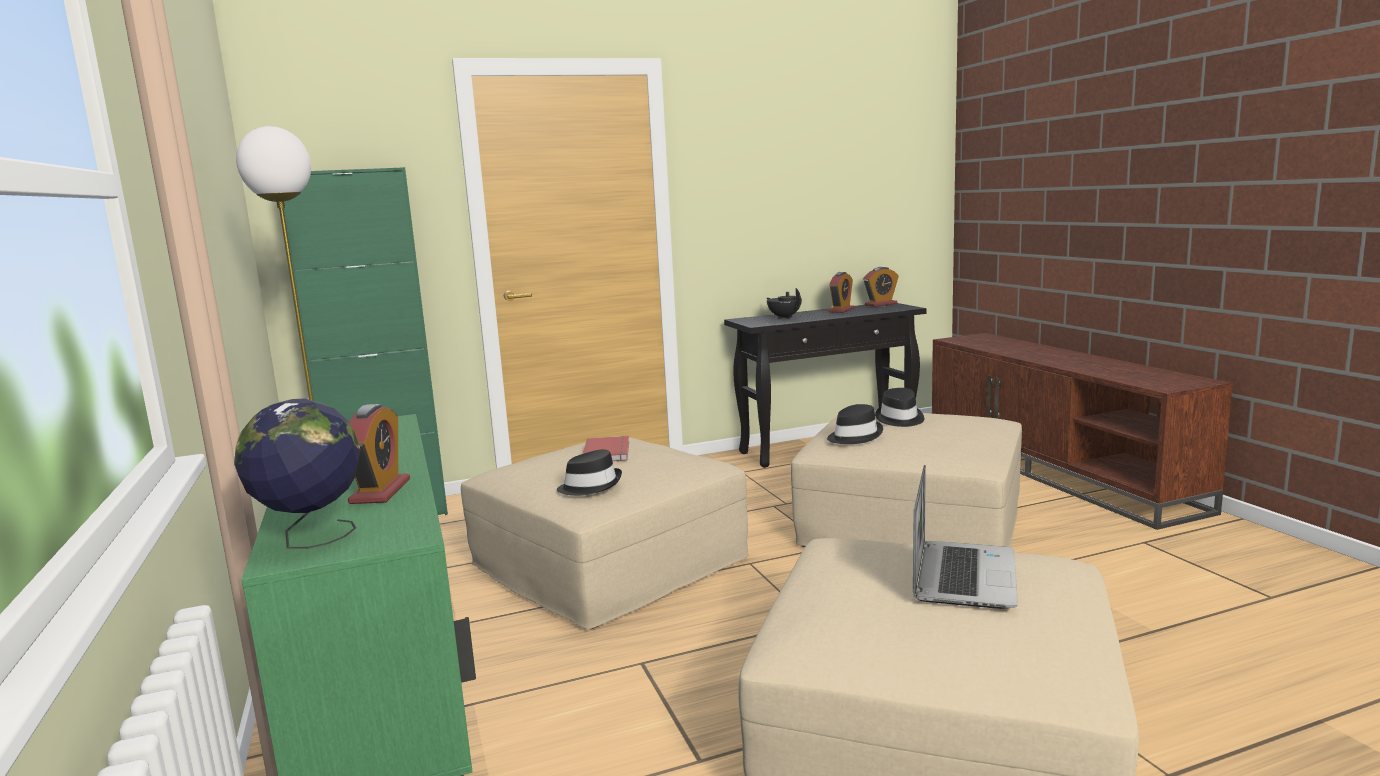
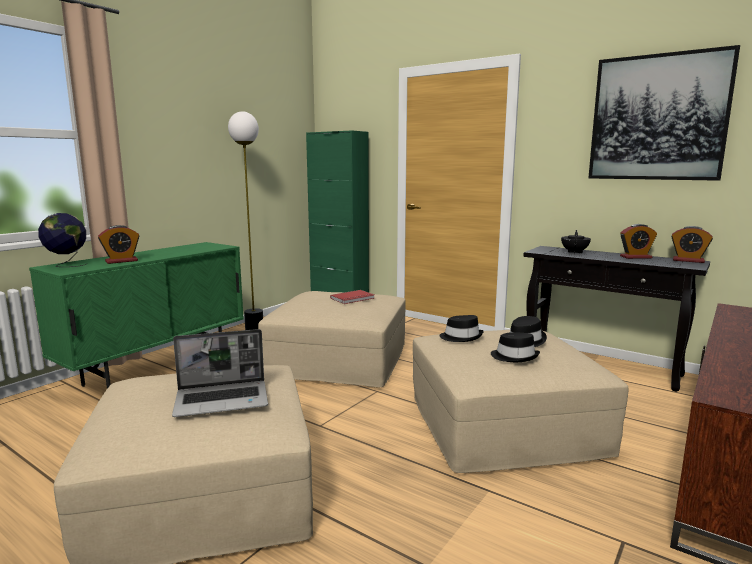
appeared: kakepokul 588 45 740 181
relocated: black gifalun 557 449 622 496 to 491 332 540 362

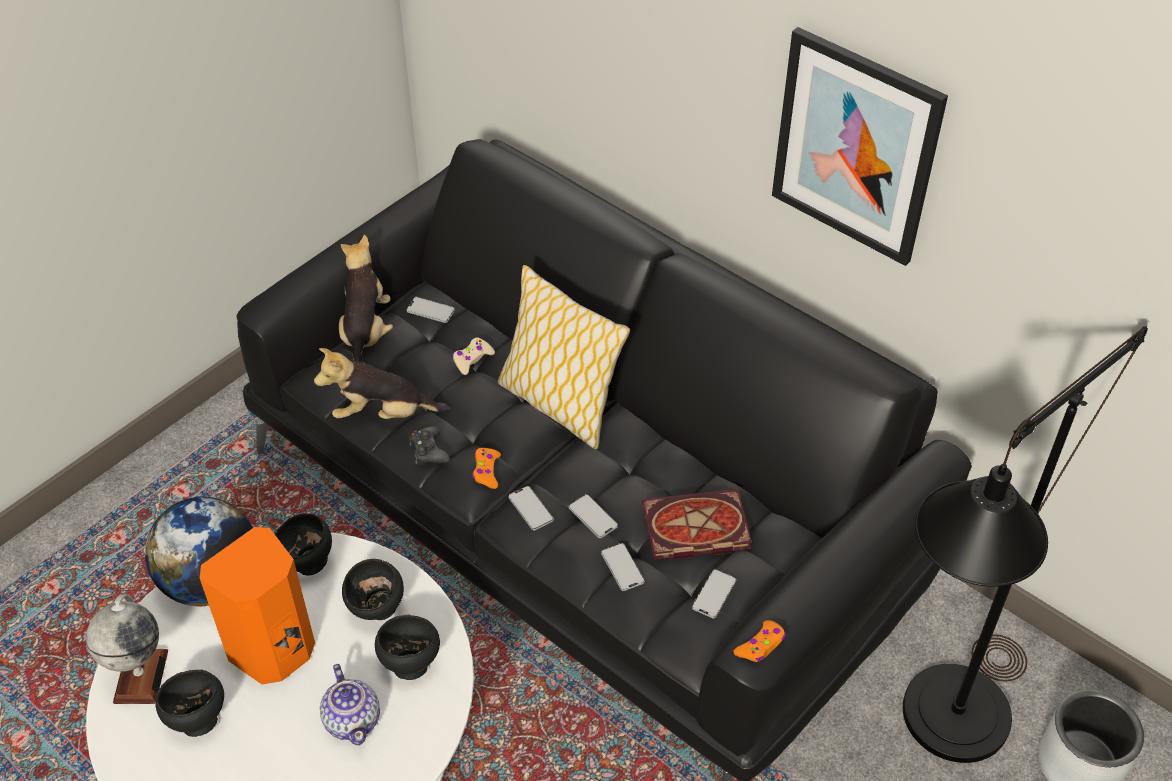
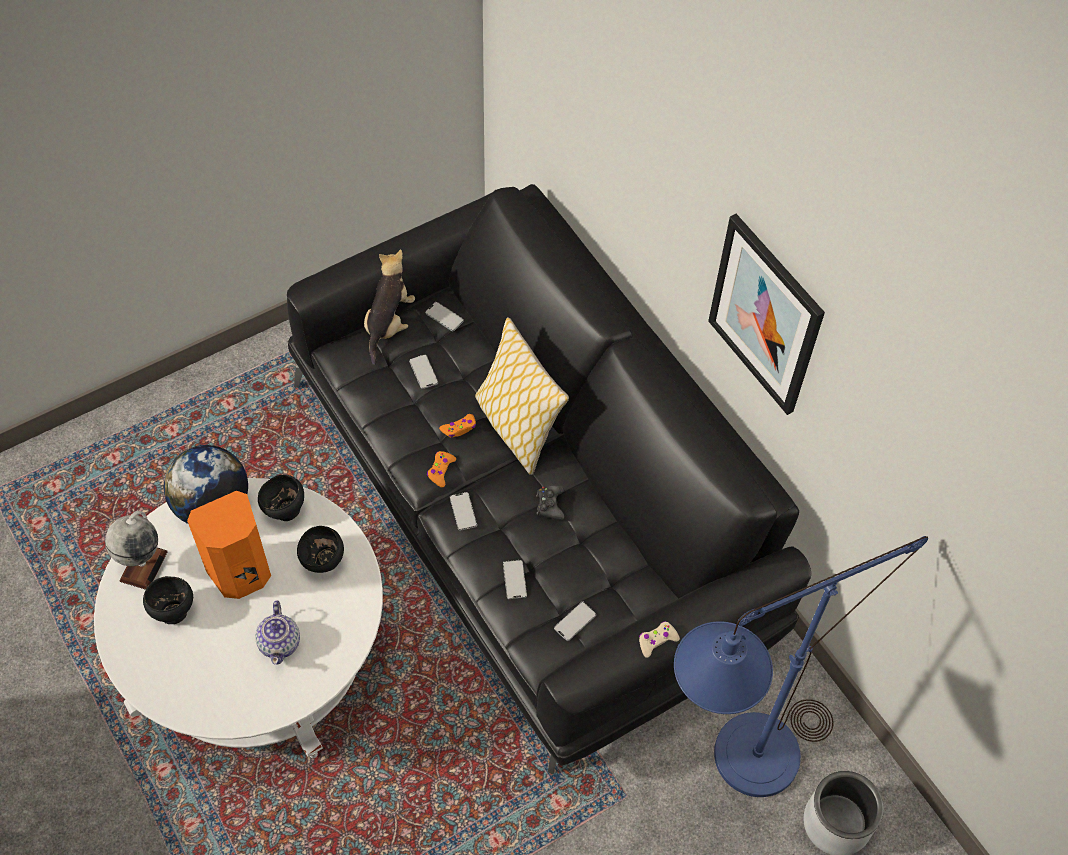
missing: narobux 314 348 450 419; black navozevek 375 615 440 680; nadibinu 642 489 752 560
relocated: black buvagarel 409 426 450 465 to 536 485 564 520; beige buvagarel 452 337 495 375 to 639 621 680 658; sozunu 569 494 618 538 to 409 354 438 389; orange buvagarel 733 620 786 662 to 439 414 476 438
colour: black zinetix 903 326 1148 763 to blue zinetix 674 536 928 797

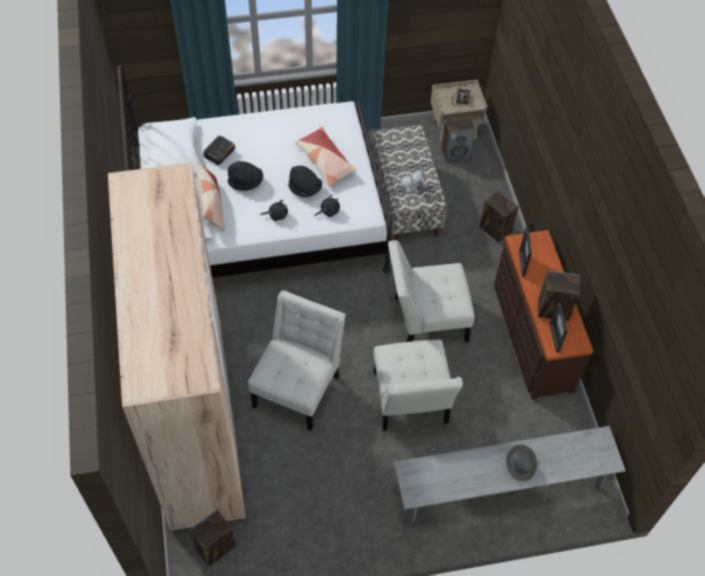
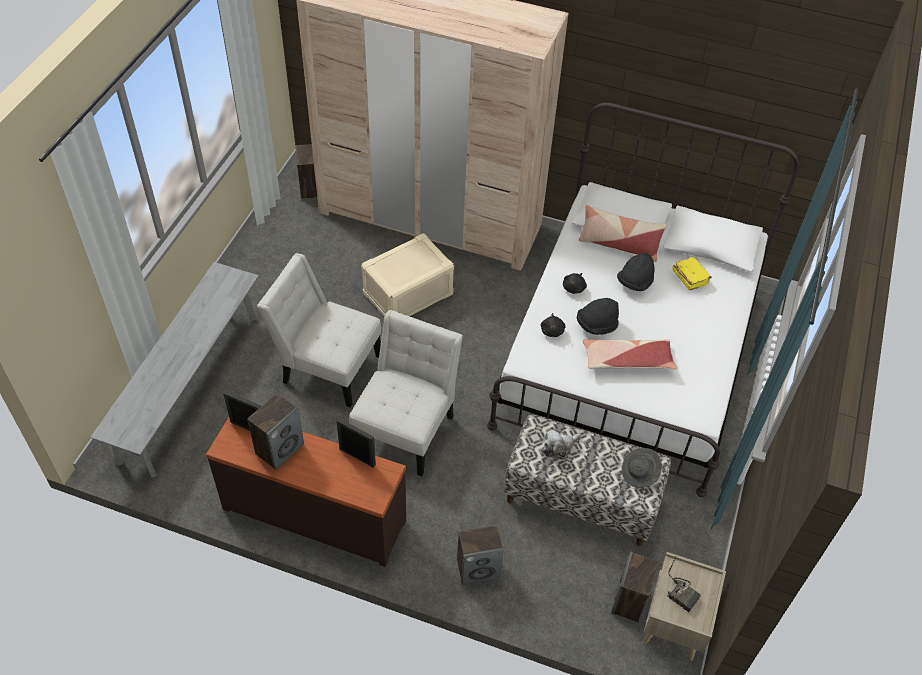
relocated: grey gifalun 506 445 537 481 to 622 448 662 488
exchanged: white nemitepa 248 290 346 431 to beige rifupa 361 233 454 316
colour: black nadibinu 203 135 235 165 to yellow nadibinu 672 257 712 290

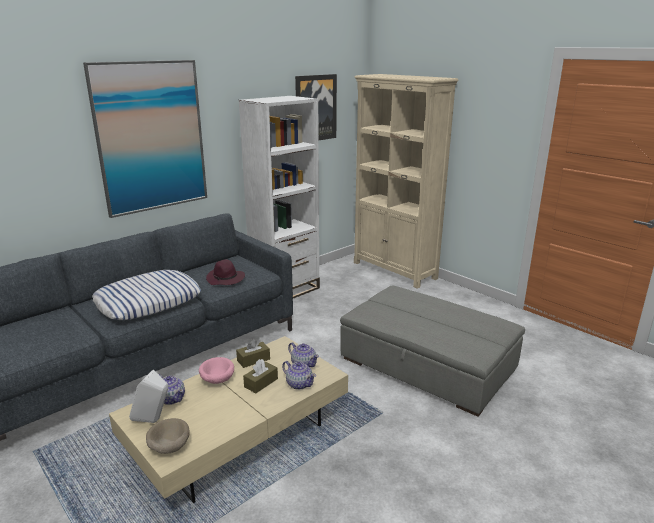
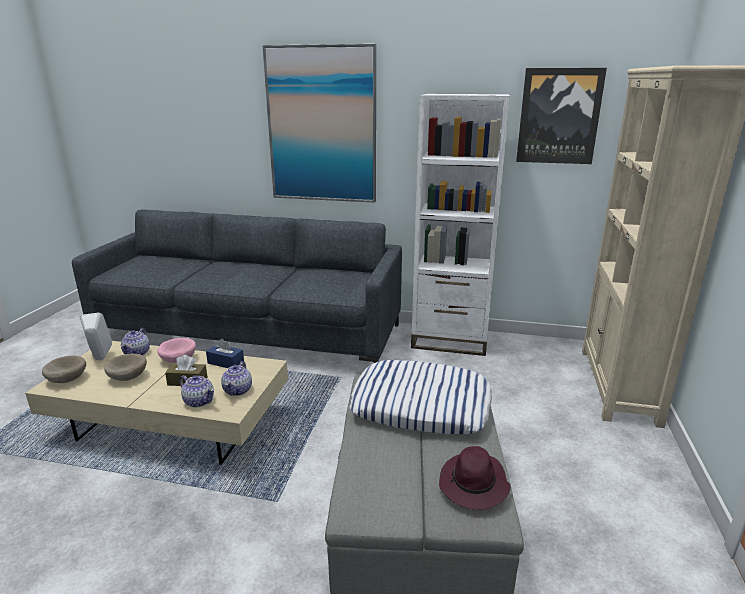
appeared: beige navozevek 104 354 147 381
relocated: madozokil 92 270 201 320 to 350 360 492 434; purple gifalun 206 259 245 285 to 439 446 511 510
colour: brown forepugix 236 339 270 368 to blue forepugix 206 339 244 368
spun: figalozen 282 361 316 390 = 180 375 214 407 60 degrees counterclockwise

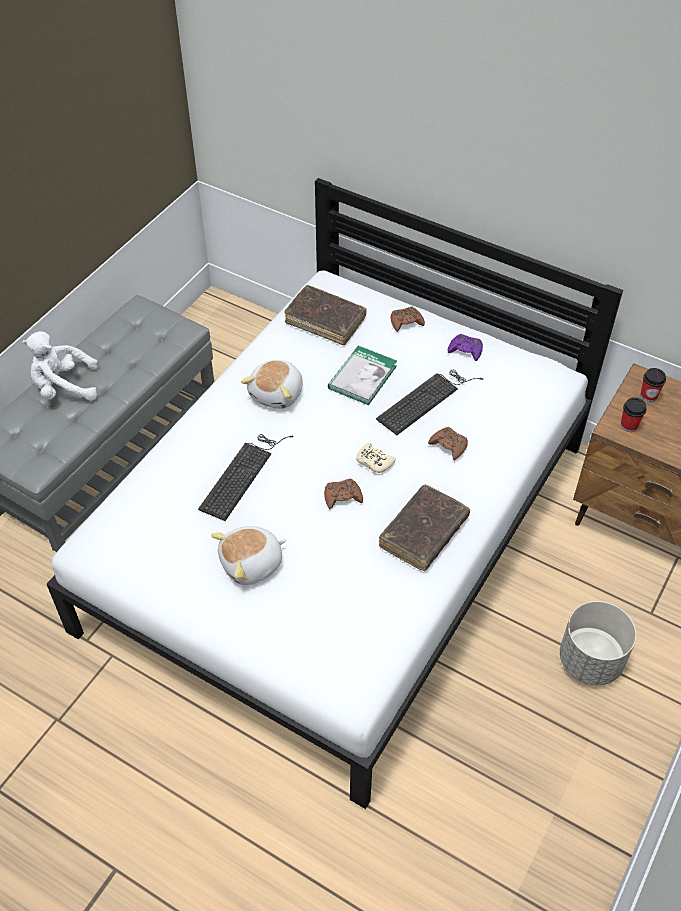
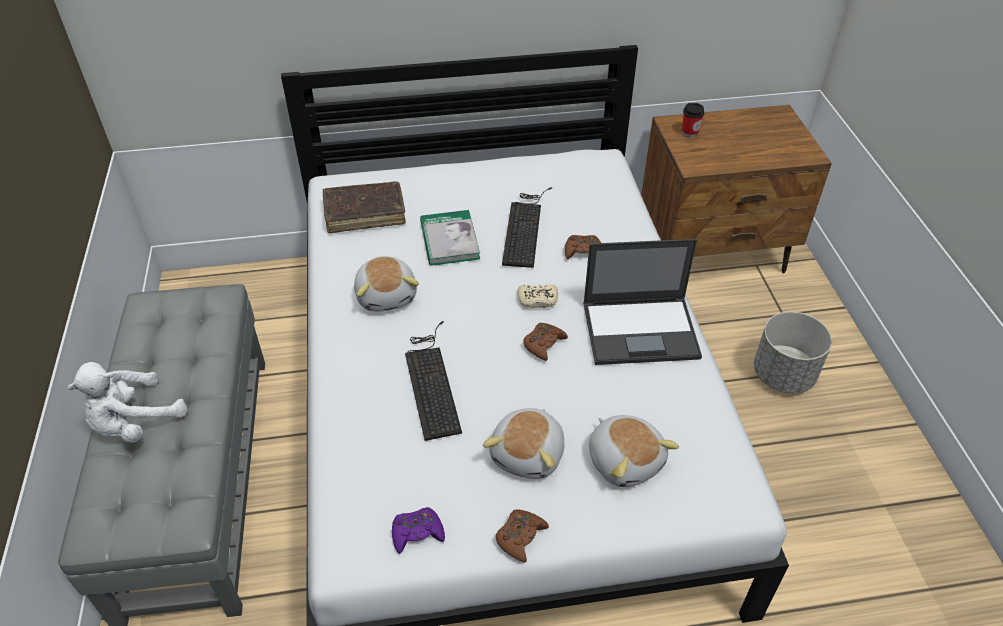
missing: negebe 621 397 647 432
appeared: narobux 589 415 679 487
relocated: brown buvagarel 391 306 425 332 to 496 510 549 563; purple buvagarel 448 334 483 361 to 392 507 445 554
exchanged: brown nadibinu 379 485 470 571 to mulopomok 583 239 702 365

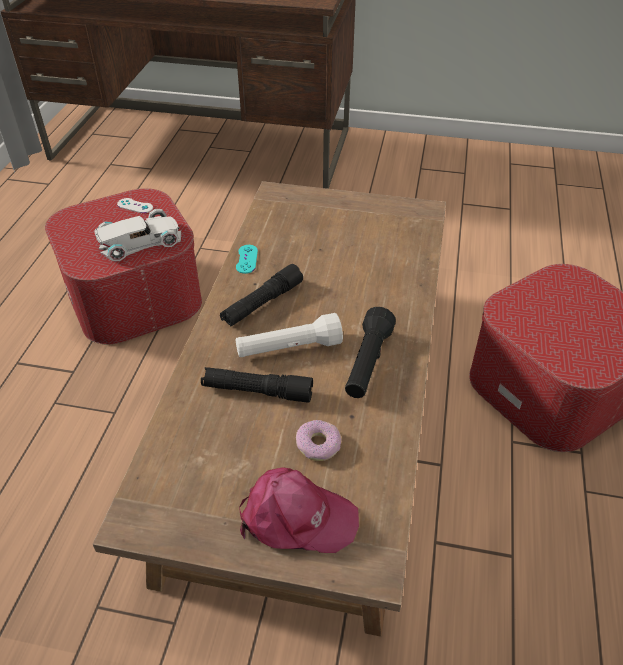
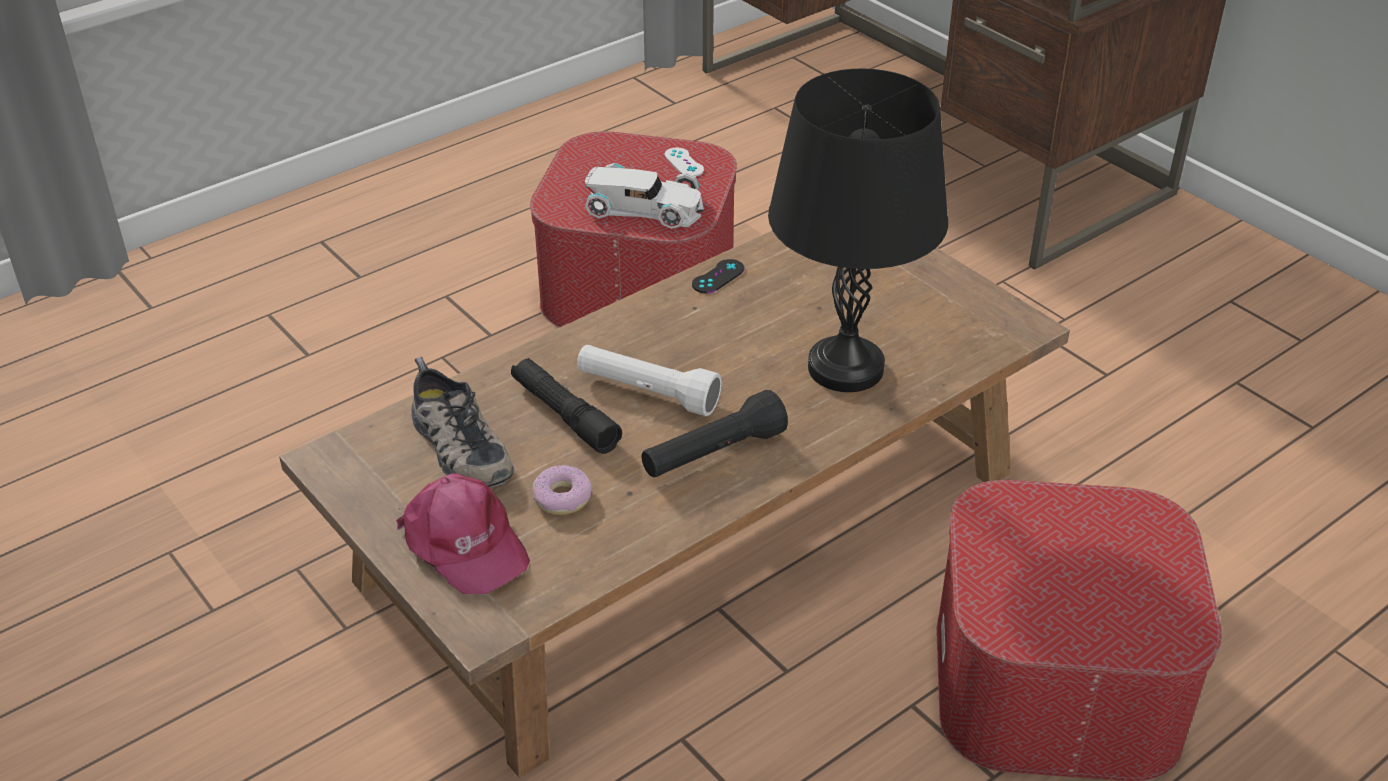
missing: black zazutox 220 264 303 327
appeared: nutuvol 411 357 514 488; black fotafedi 768 69 948 392
colour: turquoise buvagarel 236 245 258 274 to black buvagarel 692 259 745 293

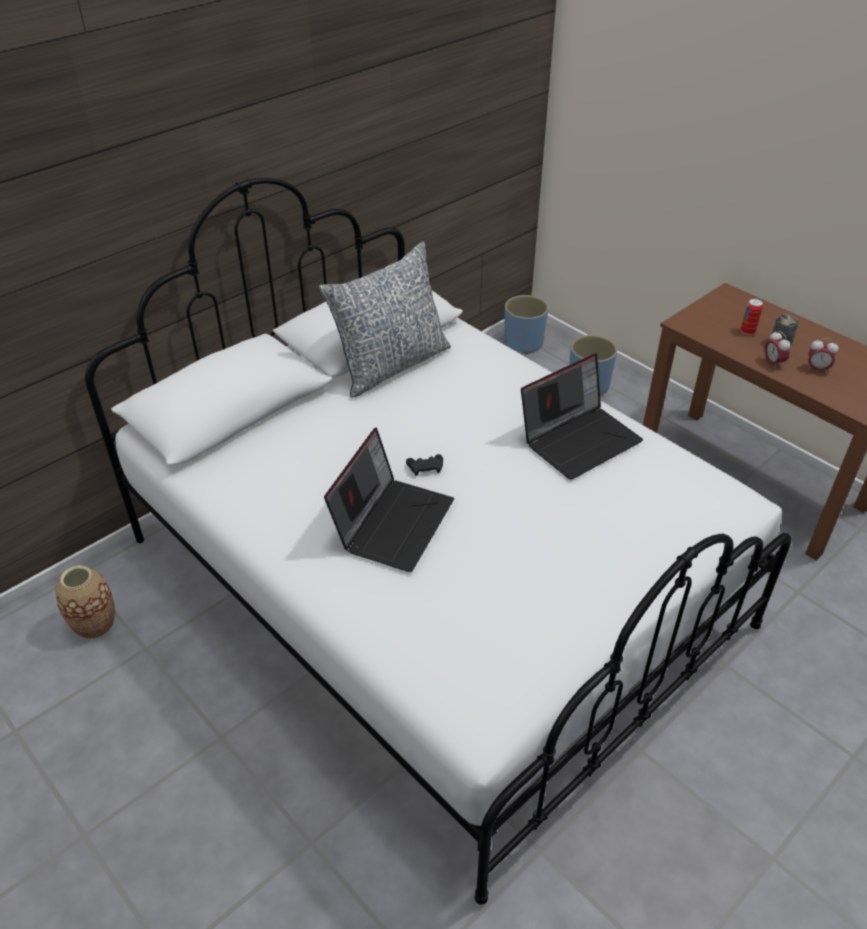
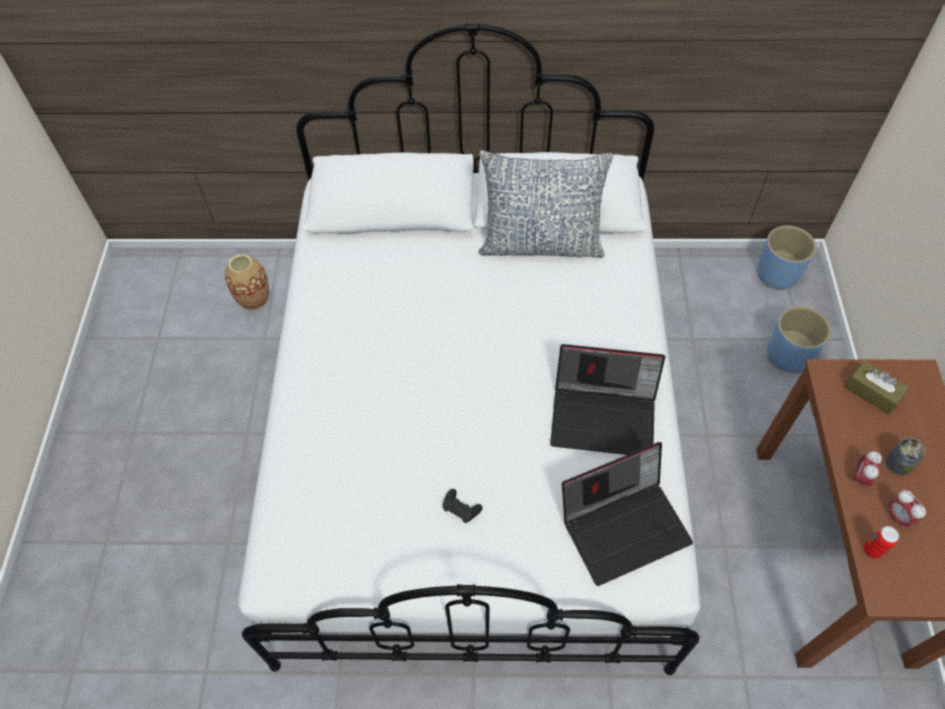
appeared: brown forepugix 845 360 909 415
relocated: mulopomok 324 427 454 572 to 562 442 693 586; black buvagarel 406 454 443 476 to 443 489 483 523; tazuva 741 299 763 335 to 864 526 899 559

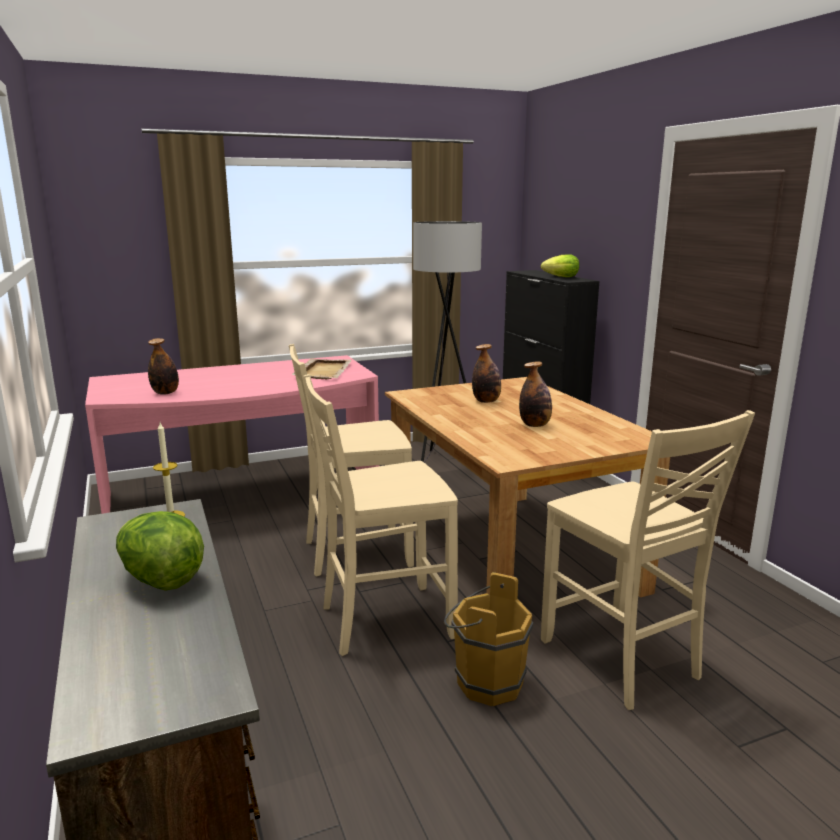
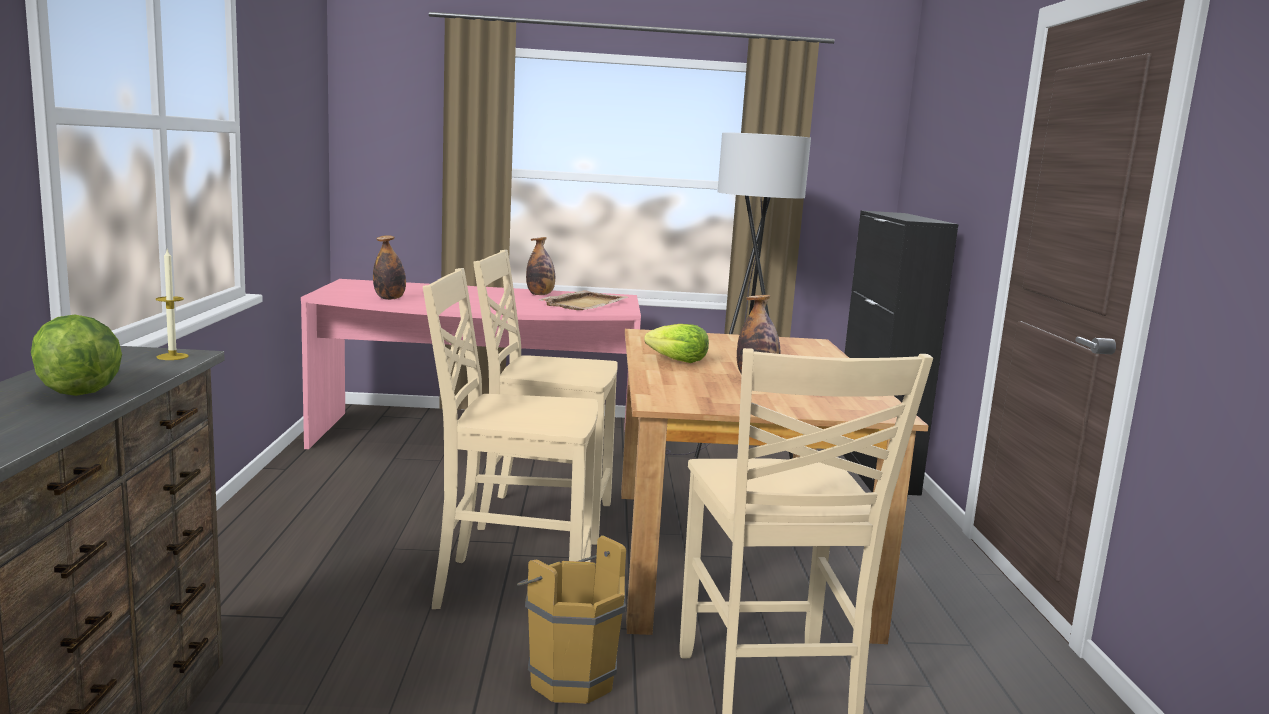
relocated: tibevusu 472 344 501 403 to 526 237 555 295; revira 541 254 579 277 to 644 324 709 363

